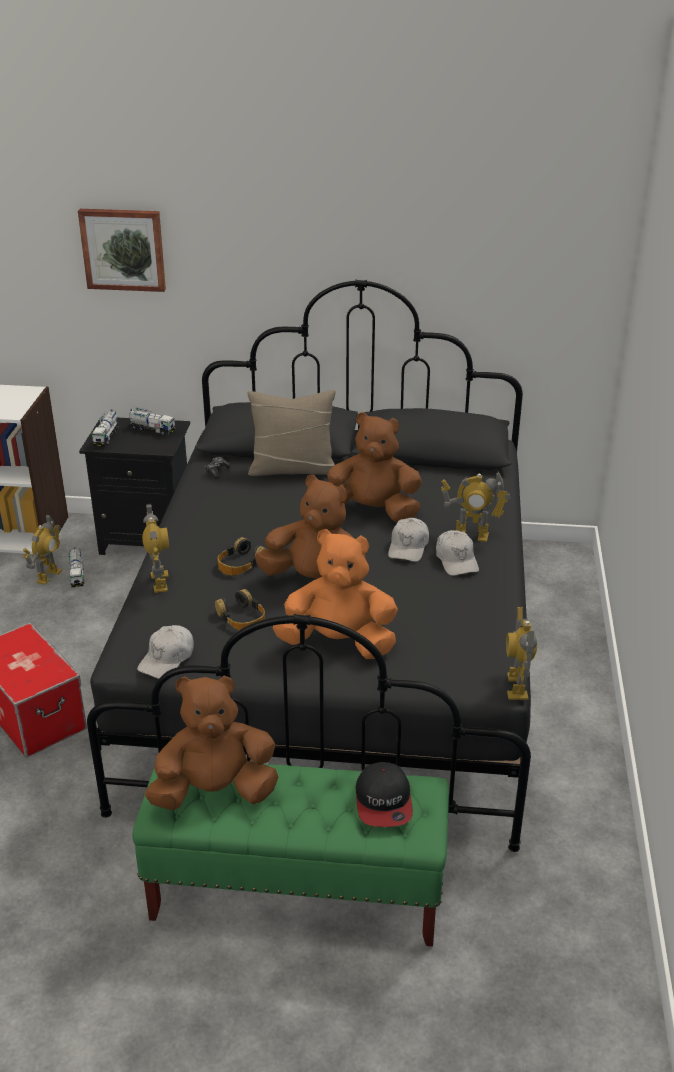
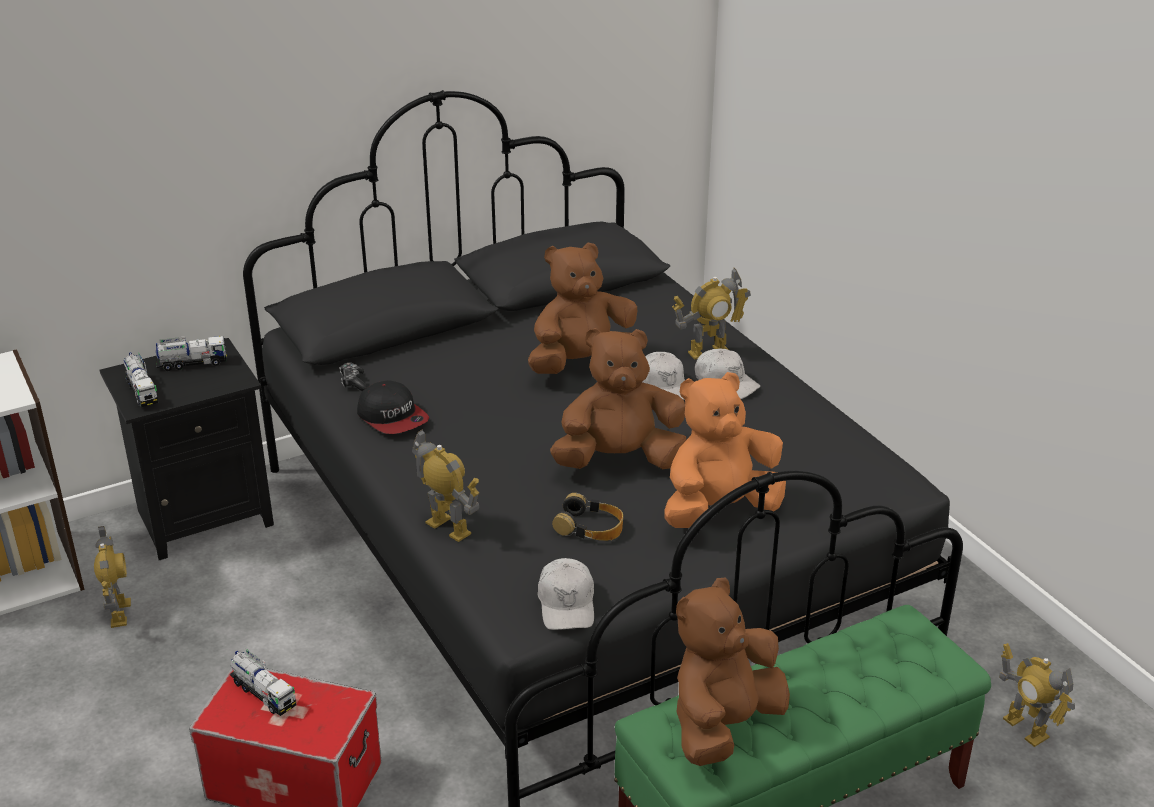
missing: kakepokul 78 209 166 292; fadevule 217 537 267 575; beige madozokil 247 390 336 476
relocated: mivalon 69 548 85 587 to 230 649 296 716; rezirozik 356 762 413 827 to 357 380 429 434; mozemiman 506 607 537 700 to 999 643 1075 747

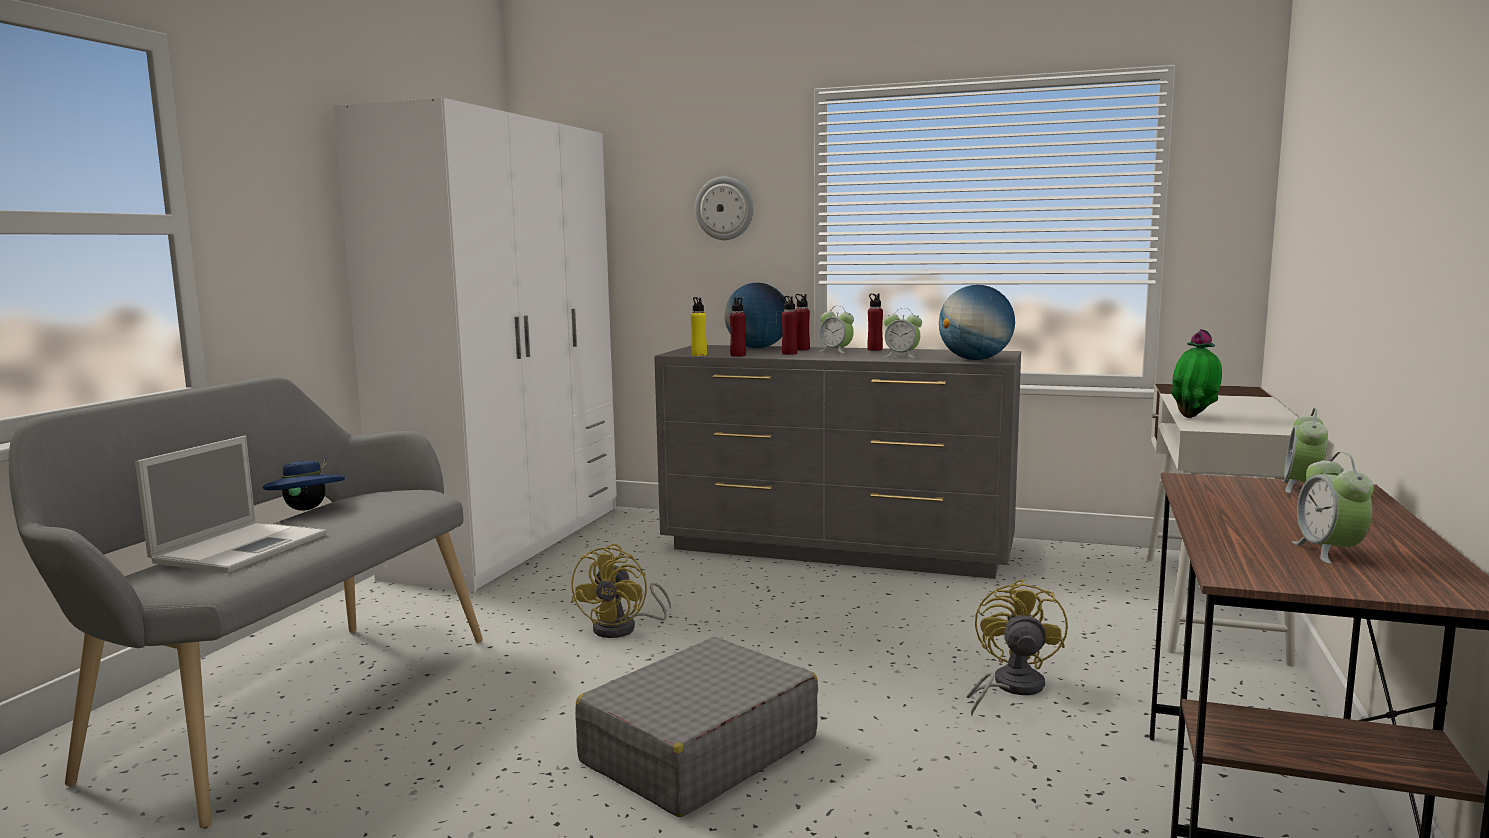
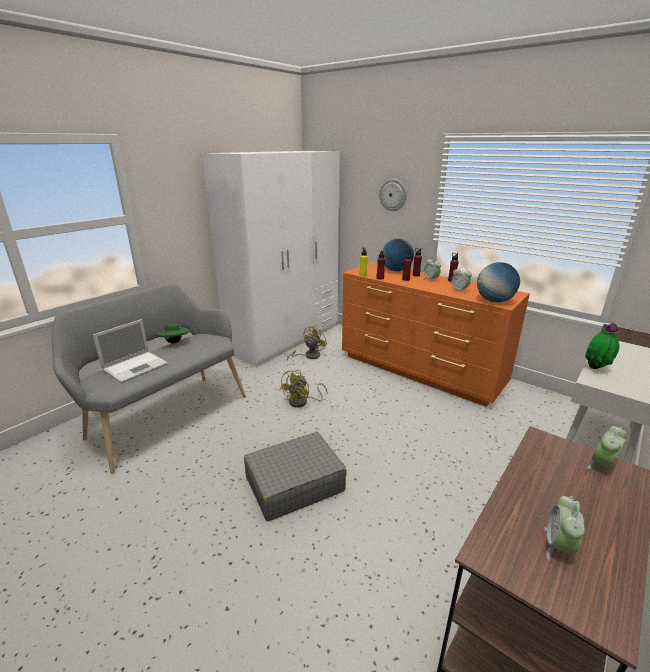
relocated: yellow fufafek 967 579 1068 715 to 287 325 327 361
colour: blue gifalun 263 458 345 511 to green gifalun 157 323 189 343; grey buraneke 654 345 1021 579 to orange buraneke 342 262 530 407

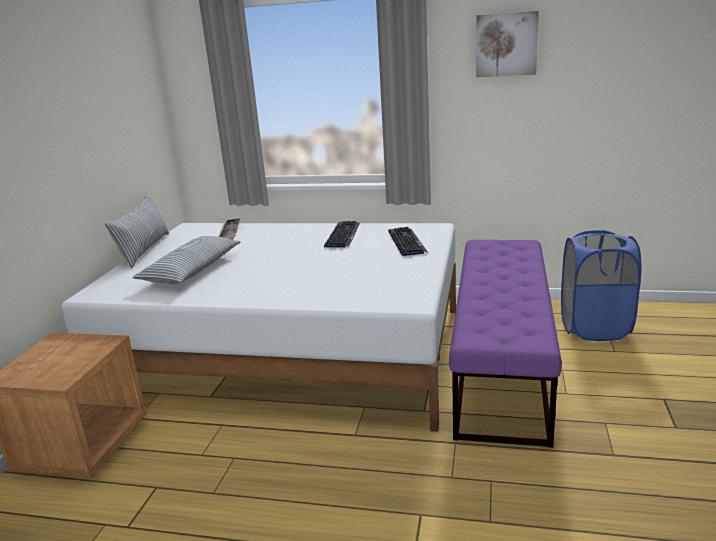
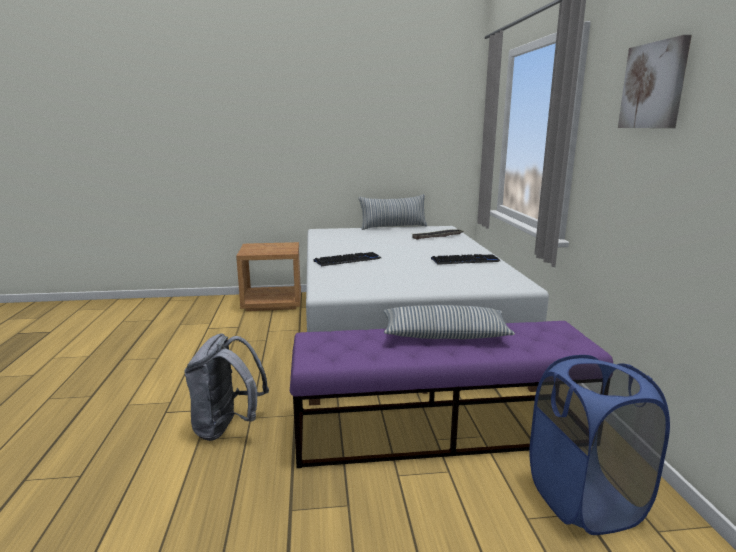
appeared: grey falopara 184 333 269 441
relocated: madozokil 133 236 241 284 to 383 305 515 339; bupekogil 388 227 428 256 to 314 252 381 266

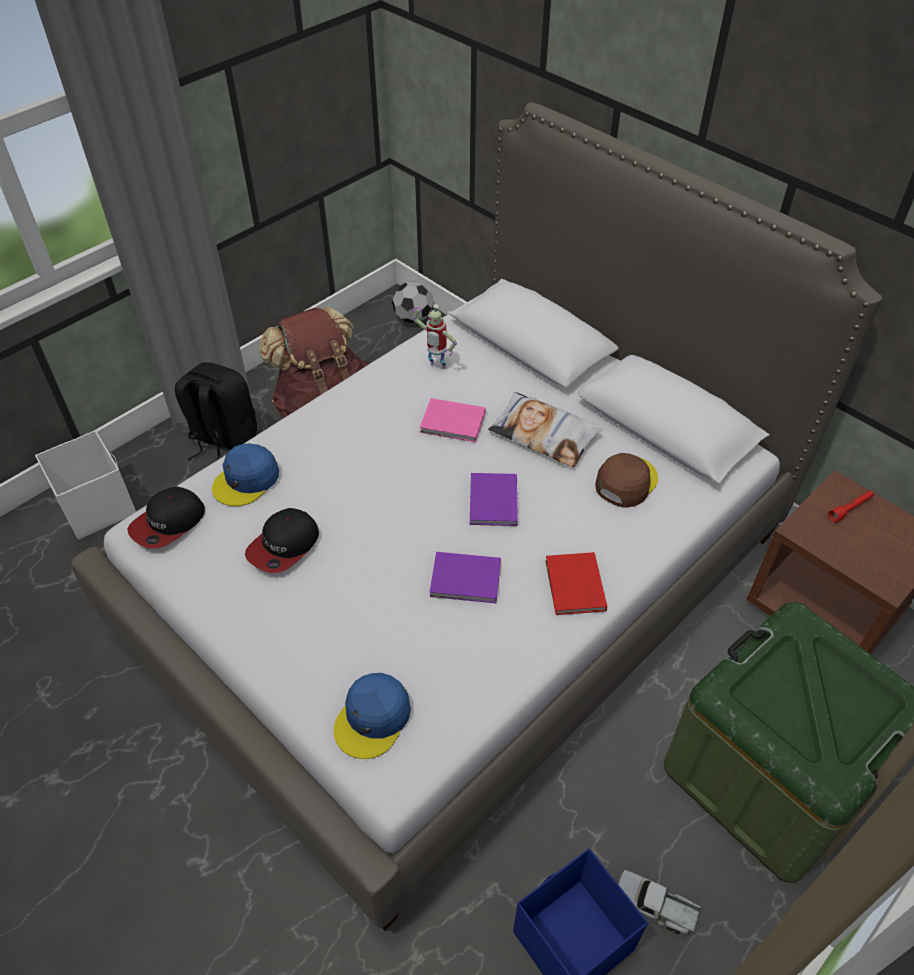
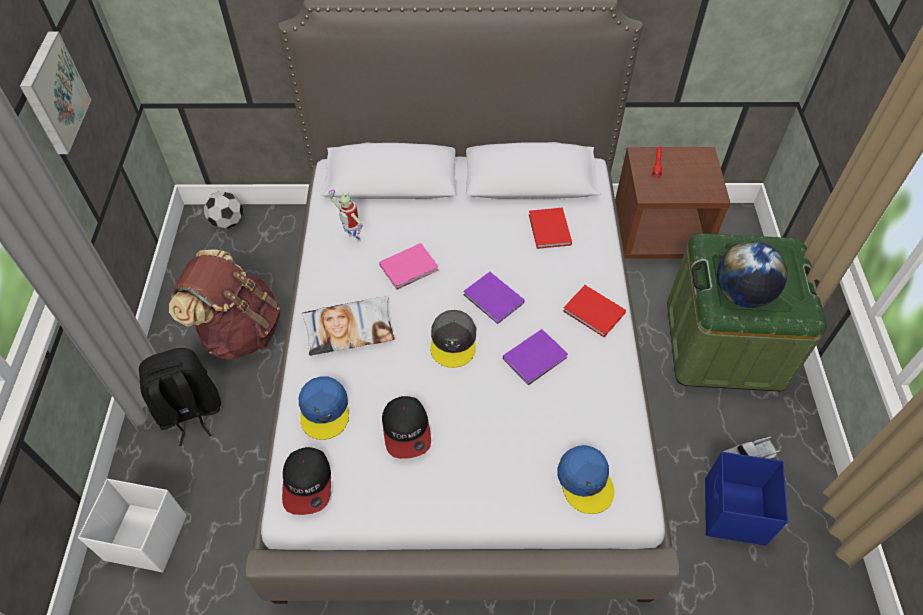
appeared: kakepokul 20 31 91 154; grey rezirozik 430 310 476 368; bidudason 717 242 787 308
relocated: madozokil 488 392 602 467 to 301 297 395 356
exchanged: brown rezirozik 595 453 658 508 to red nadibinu 529 208 572 249
spun: mozemiman 413 304 457 369 = 329 190 363 242 60 degrees clockwise

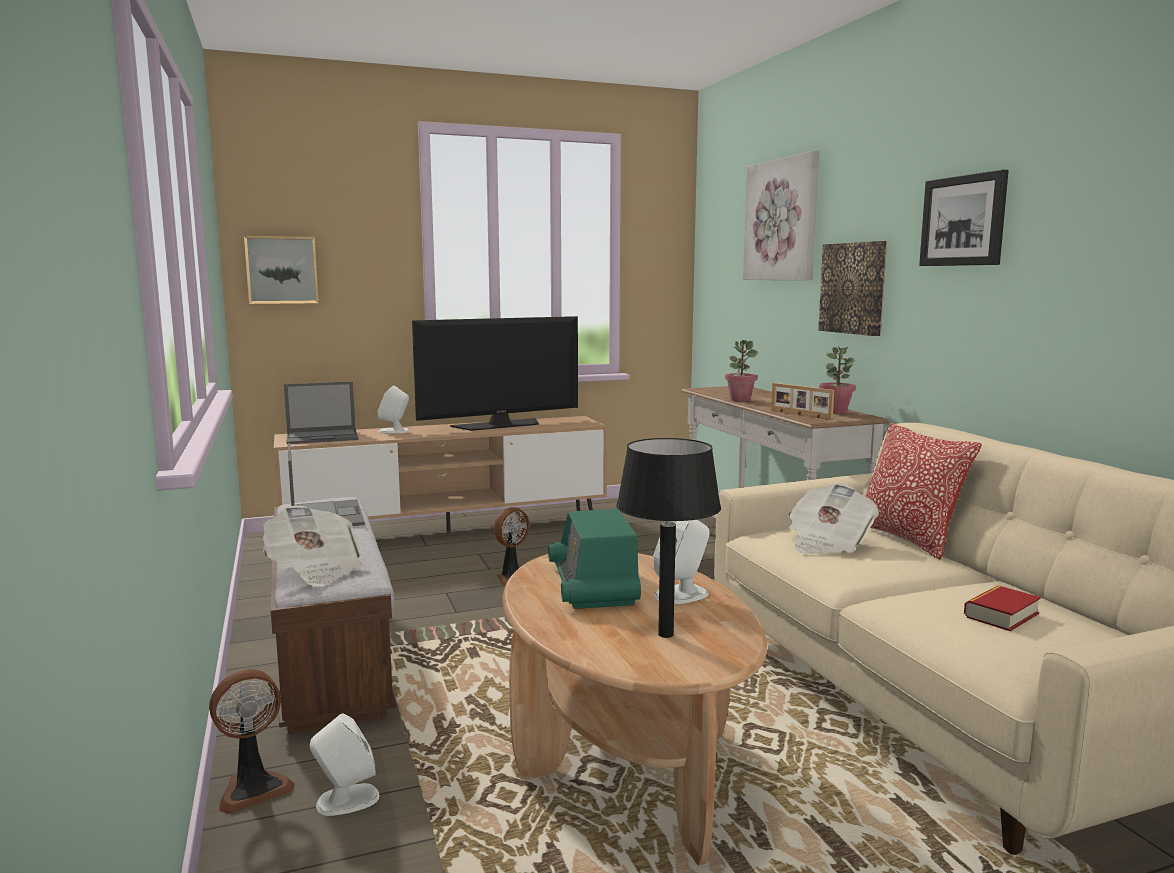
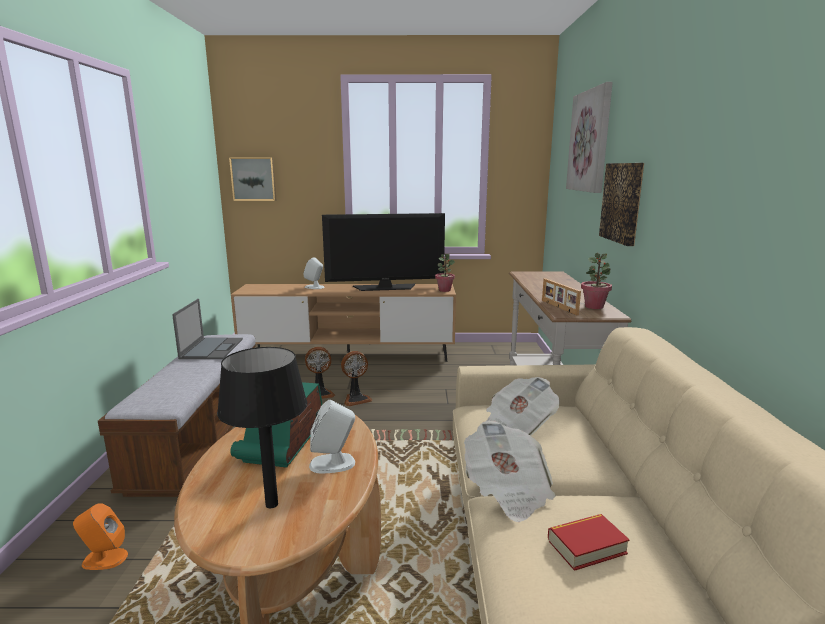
missing: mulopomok 284 381 359 444; madozokil 865 423 982 560; kakepokul 919 170 1009 266
relocated: fufafek 209 669 295 814 to 305 347 335 399; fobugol 263 505 363 587 to 464 421 556 522; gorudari 725 340 758 402 to 435 254 455 292
colour: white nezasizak 310 713 379 816 to orange nezasizak 73 503 128 570

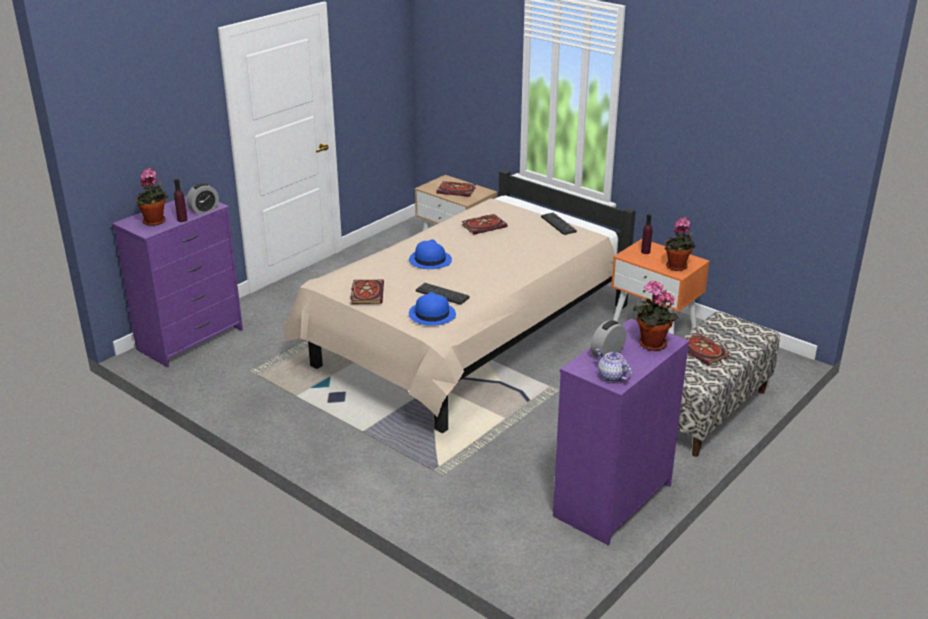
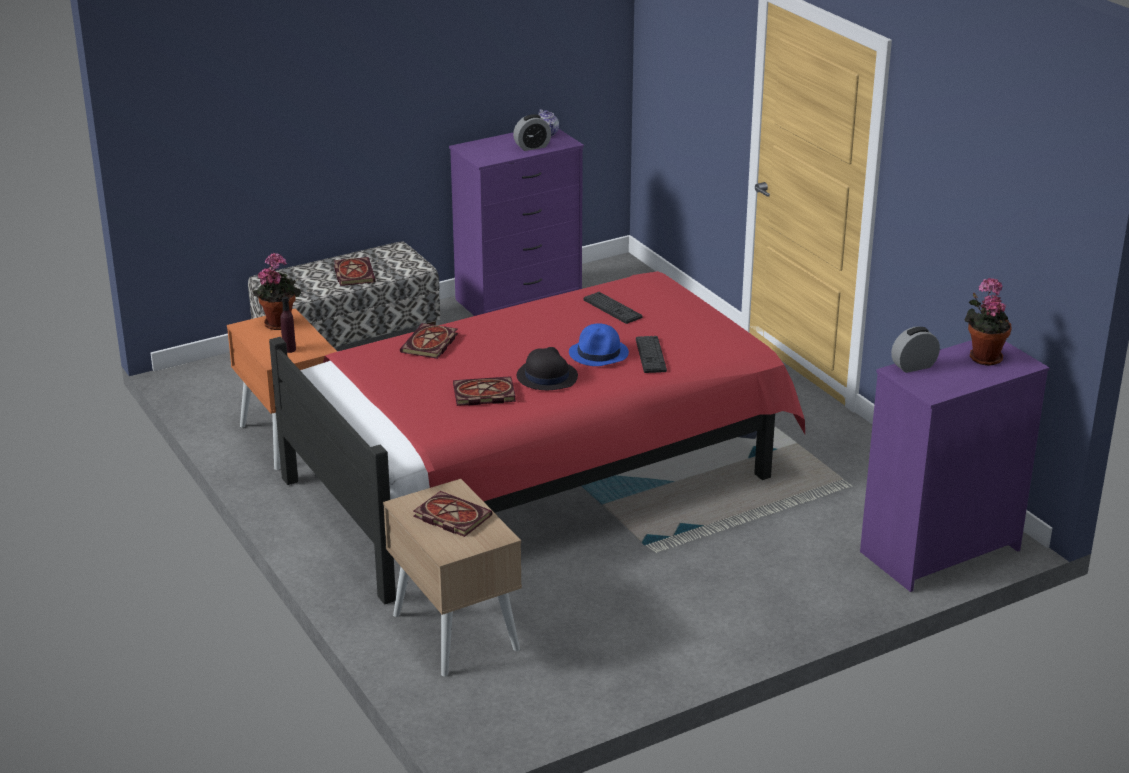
missing: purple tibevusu 174 179 188 222; blue gifalun 409 292 456 326; gorudari 633 281 679 351
appeared: black gifalun 517 347 578 390
relocated: nadibinu 350 280 384 304 to 400 323 458 359; bupekogil 541 212 577 235 to 636 336 667 373
colour: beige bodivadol 284 170 636 433 to red bodivadol 269 271 805 605

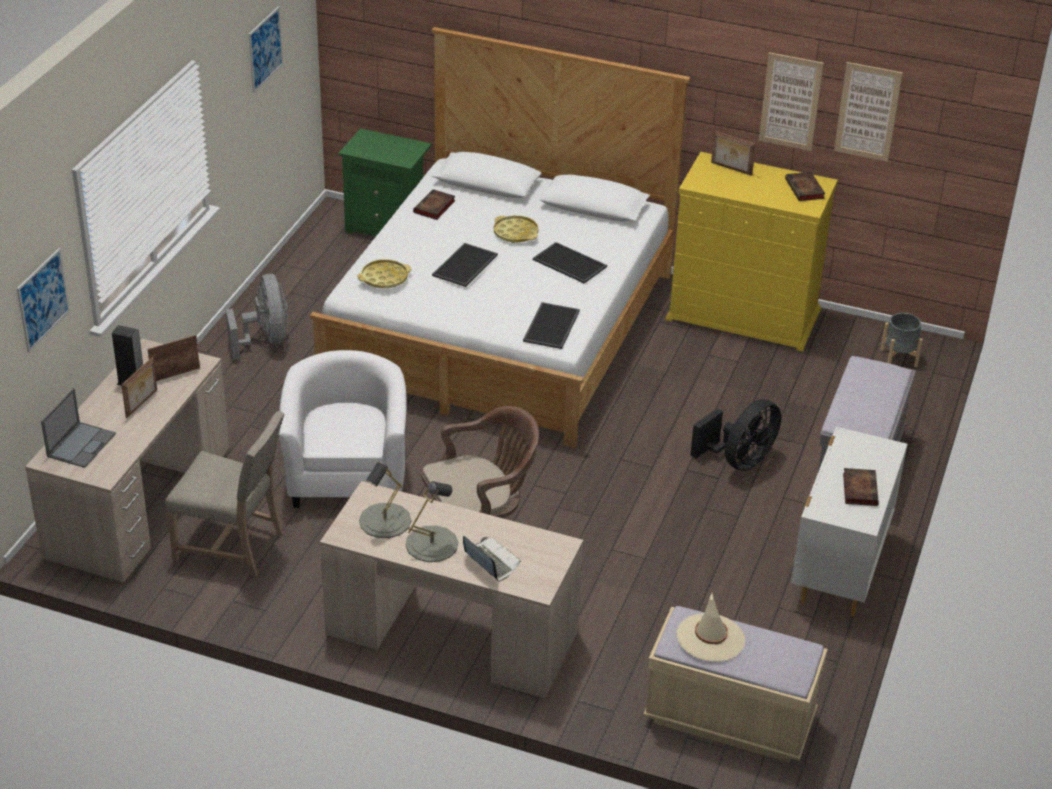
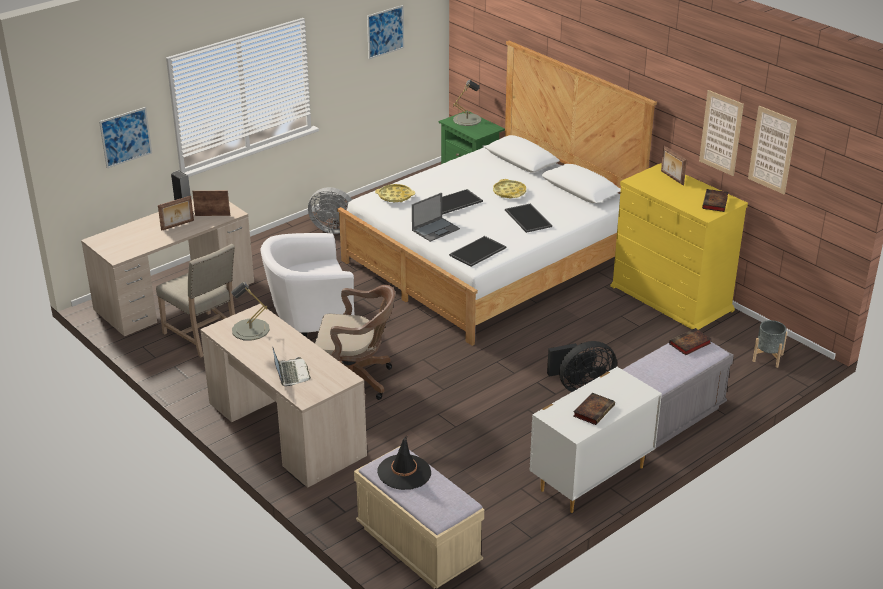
relocated: mulopomok 41 388 116 468 to 412 193 460 242; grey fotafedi 405 481 458 562 to 453 80 482 126; nadibinu 413 189 455 220 to 669 328 711 355
colour: beige gifalun 677 593 745 662 to black gifalun 377 436 431 490
spun: grey fufafek 226 274 288 360 = 308 187 352 234 90 degrees clockwise; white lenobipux 279 350 406 508 = 261 233 355 337 135 degrees counterclockwise

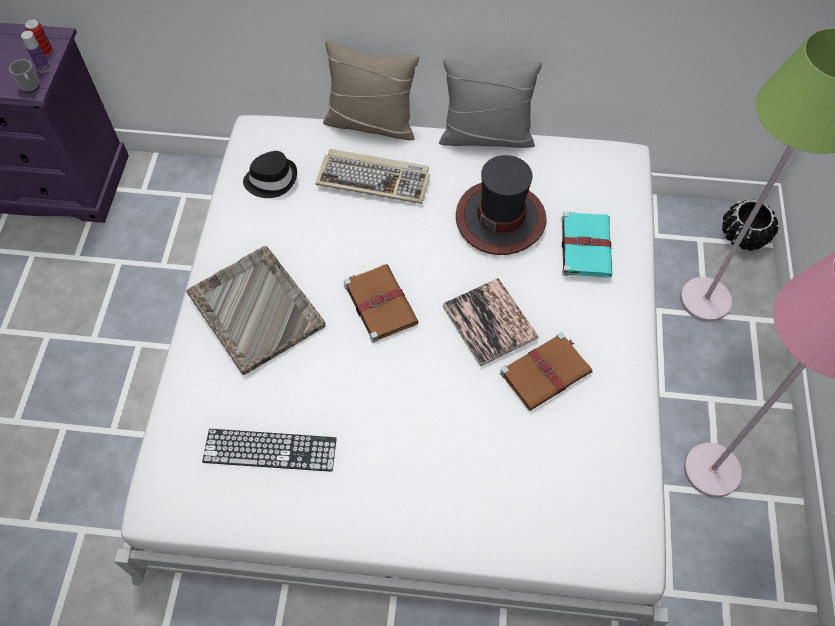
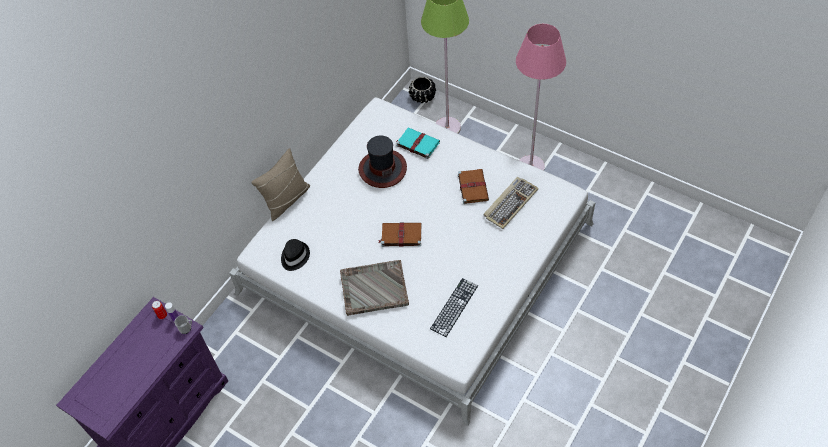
missing: grey madozokil 439 59 542 148; nadibinu 442 278 539 366
relocated: bupekogil 316 149 430 204 to 483 177 539 229

